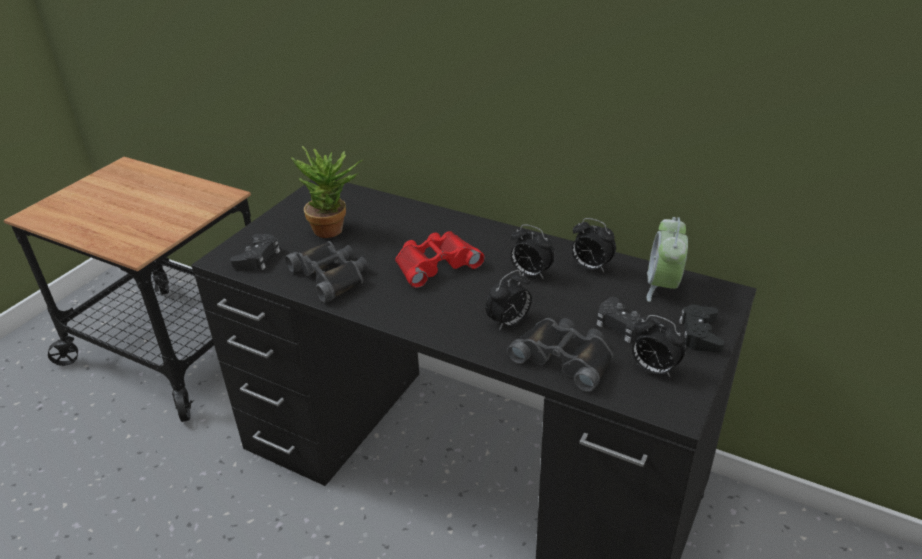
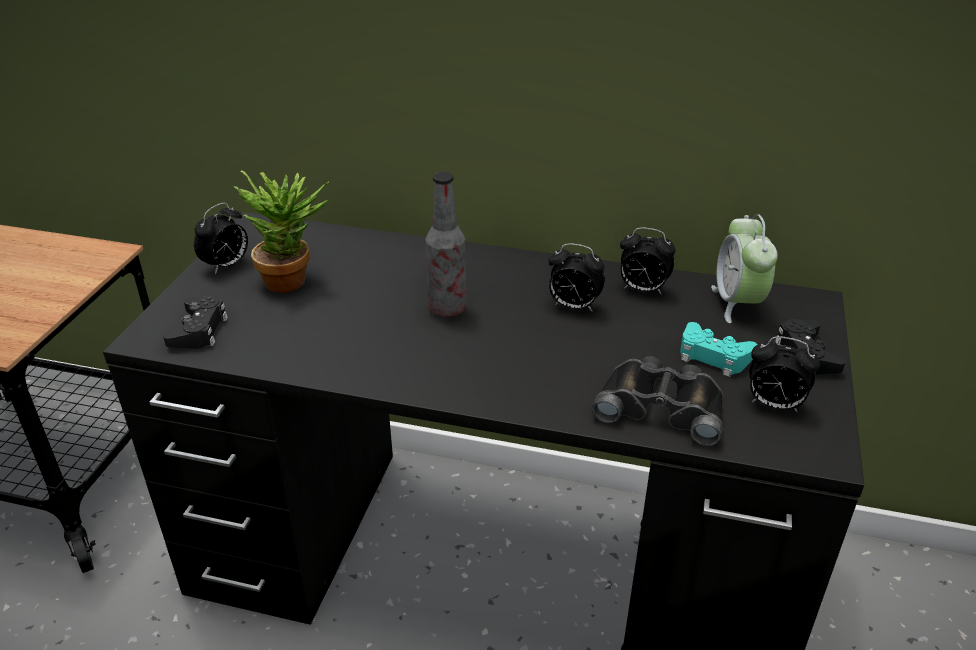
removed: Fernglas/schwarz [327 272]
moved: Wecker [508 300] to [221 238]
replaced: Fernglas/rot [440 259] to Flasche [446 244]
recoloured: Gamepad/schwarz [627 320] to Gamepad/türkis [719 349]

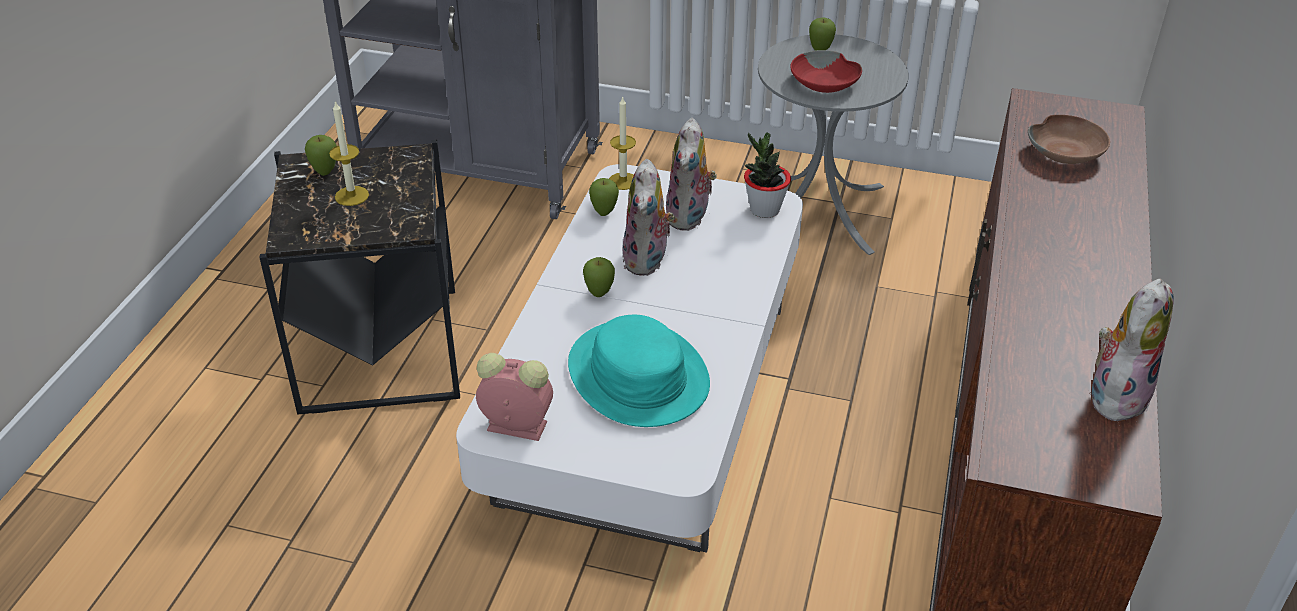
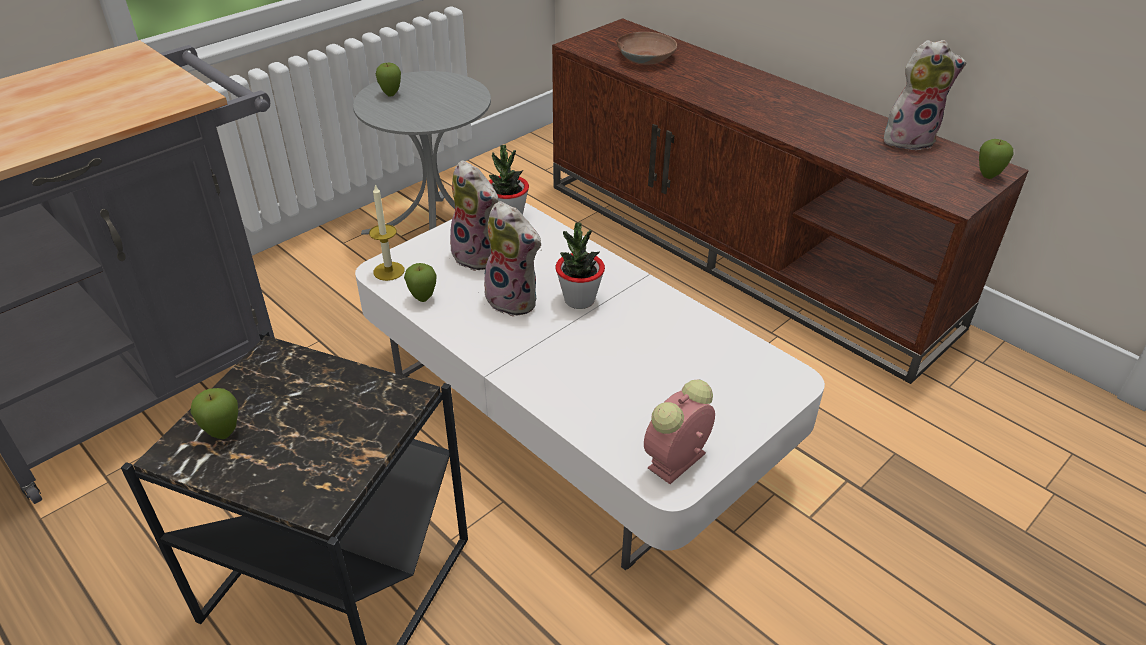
removed: Kerze [349 153]; Hut/türkis [639 371]; Schüssel/rot [826 71]
added: Topfpflanze [580 266]
moved: Apfel [599 277] to [996 159]
turned: Plüschtier [1133 350] = [925 95] 105 degrees clockwise

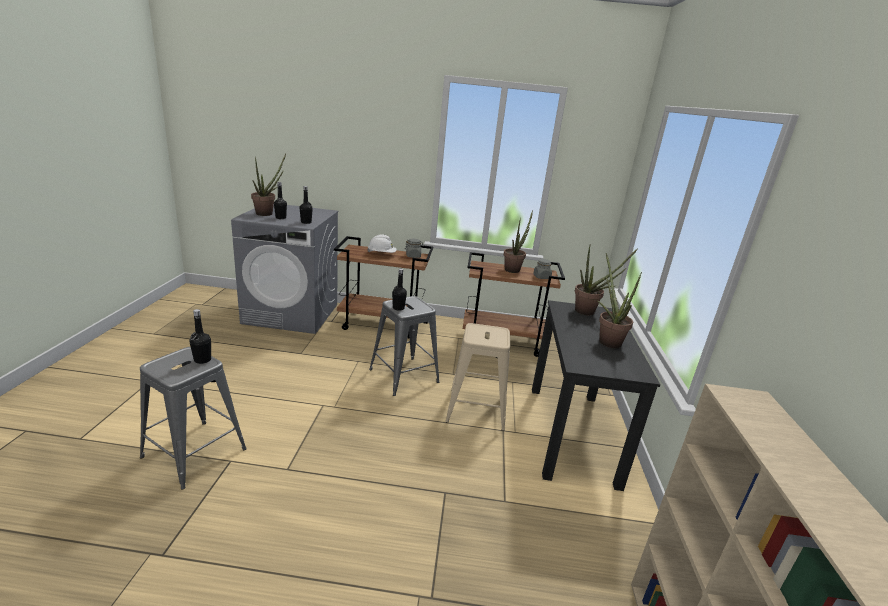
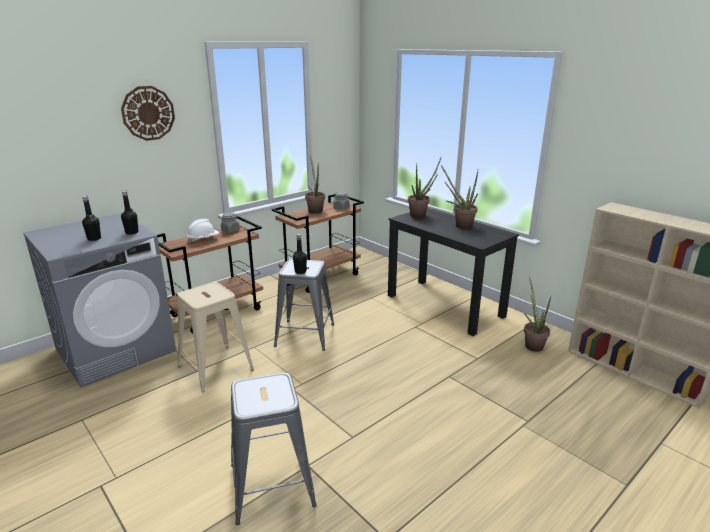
removed: Flasche/schwarz [200 336]
added: Wanduhr [148 113]
moved: Topfpflanze [268 185] to [538 314]; Hocker/beige [477 377] to [215 337]

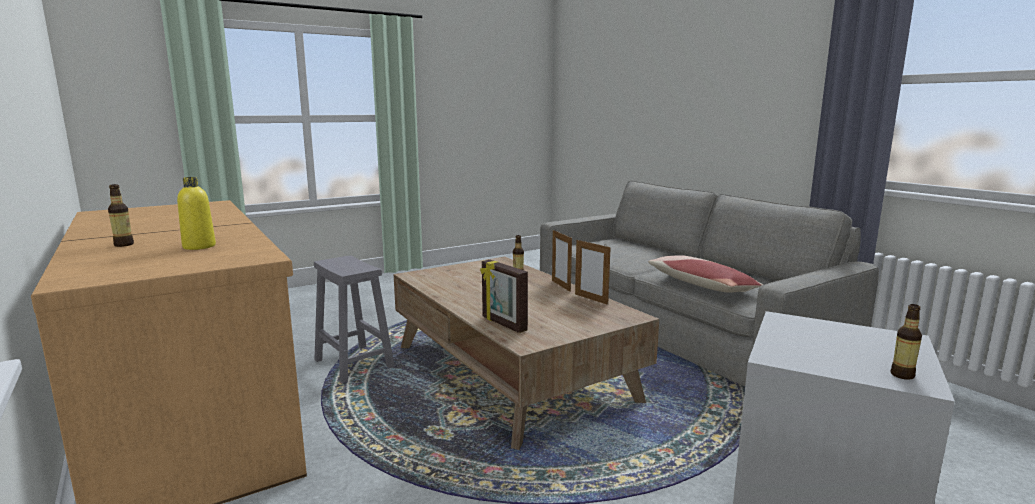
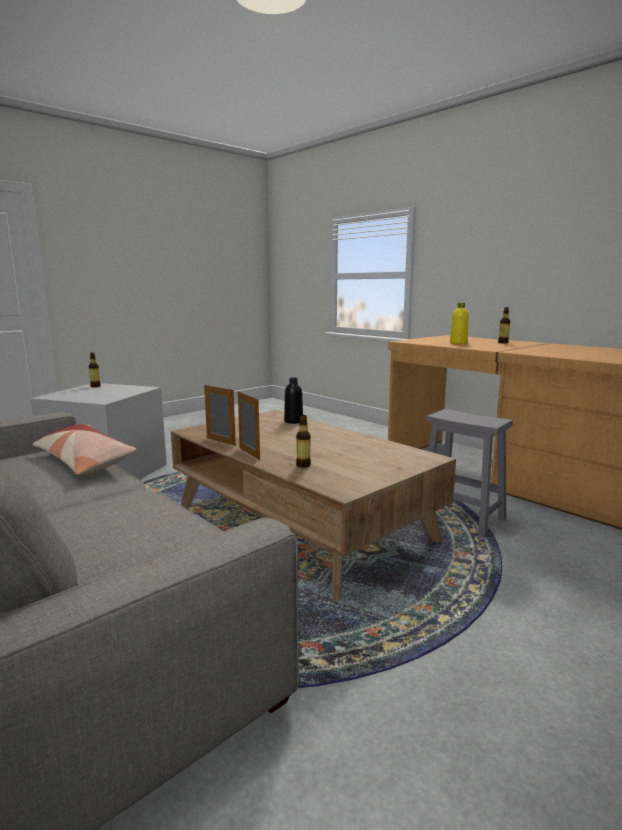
replaced: Bilderrahmen [504 296] to Flasche/schwarz [293 401]

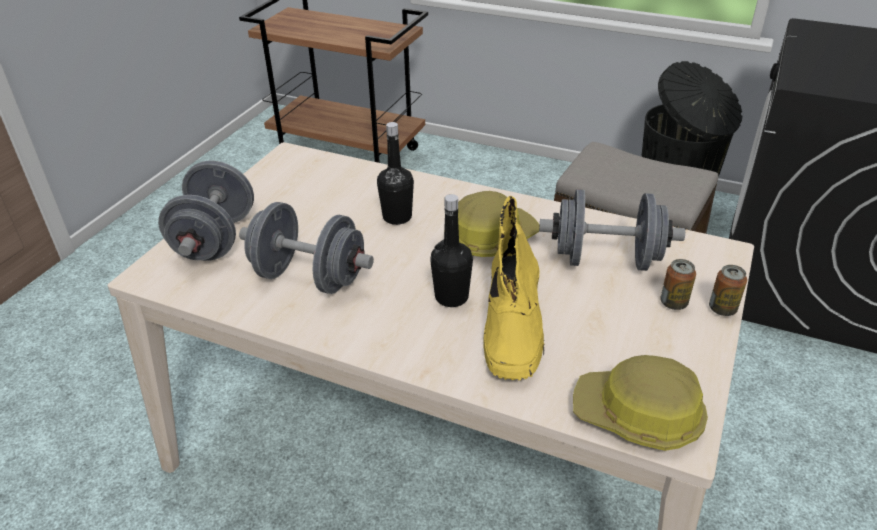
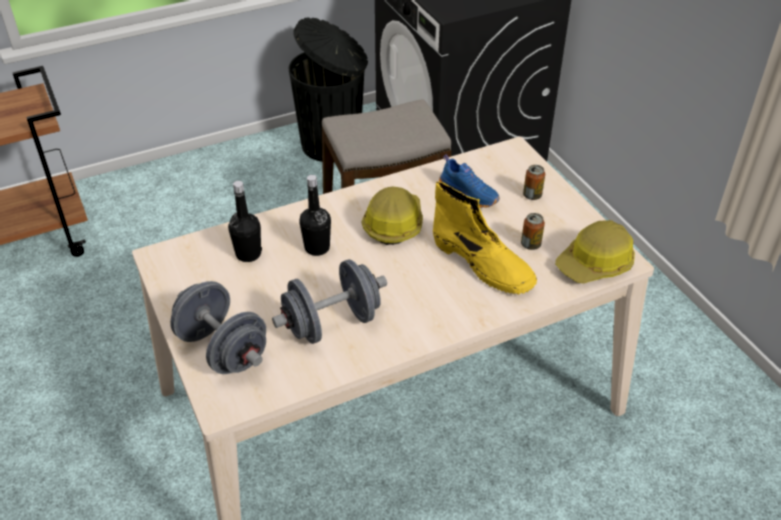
moved: Flasche/schwarz [451 250] to [245 221]; Dose [728 290] to [533 231]
replaced: Hantel/grau [612 230] to Schuh/blau [469 181]

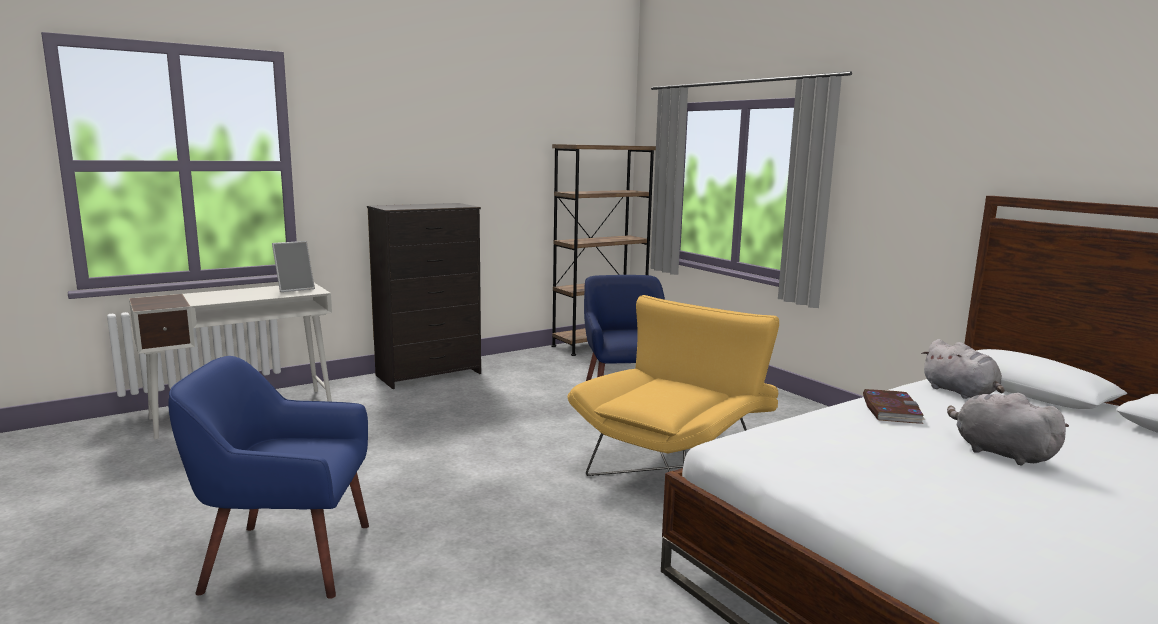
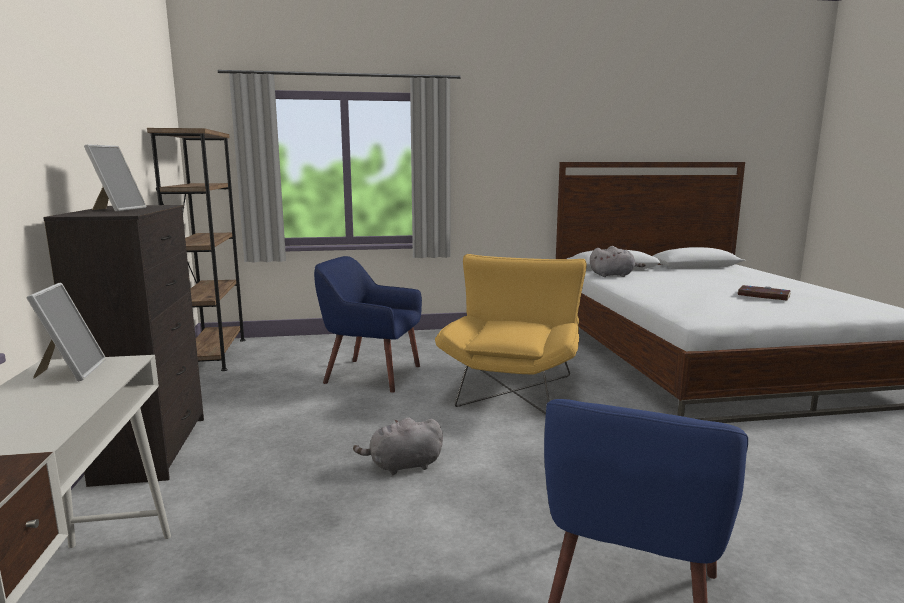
added: Bilderrahmen [115 178]
moved: Buch [894 406] to [764 292]; Plüschtier/grau [1008 429] to [398 446]
turned: Sessel/gelb [673 385] = [511 334] 45 degrees clockwise

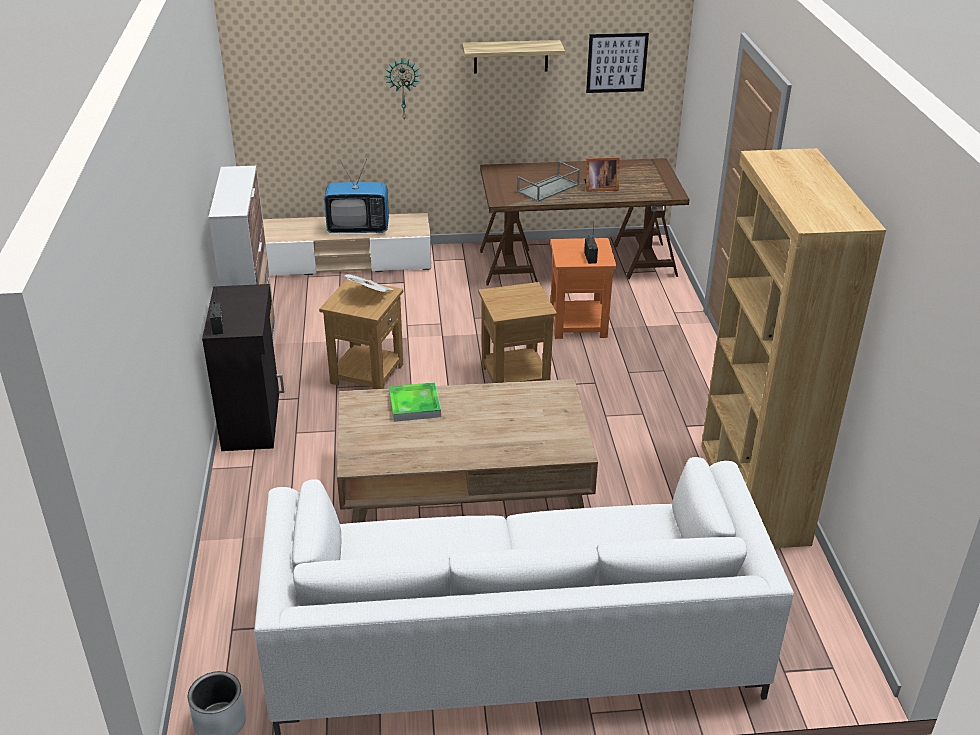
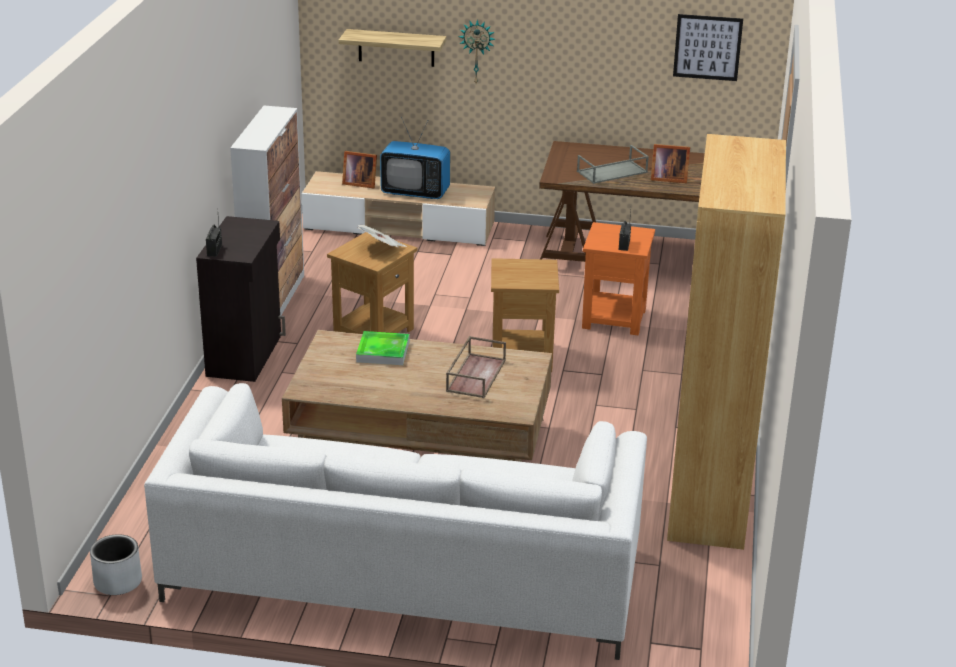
added: Bilderrahmen [359 170]; Tablett/braun [476 367]
moved: Wandregal [513 57] to [392 48]

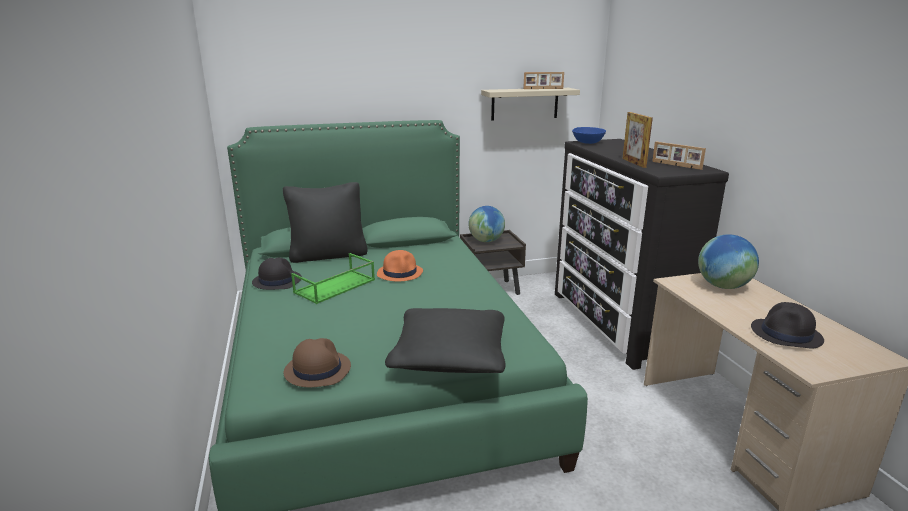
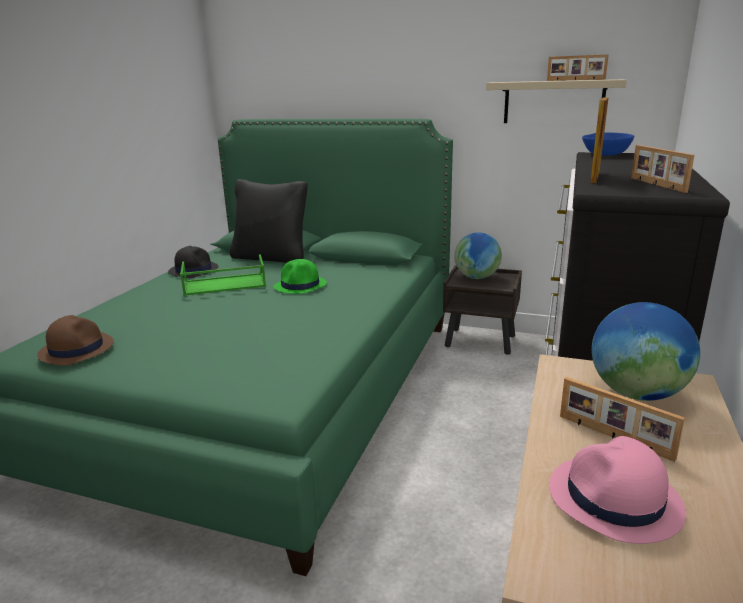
removed: Kissen/schwarz [445 340]
added: Bilderrahmen [622 419]
recoloured: Hut/orange [400 265] to Hut/grün [300 276]; Hut/schwarz [787 325] to Hut/rosa [617 490]

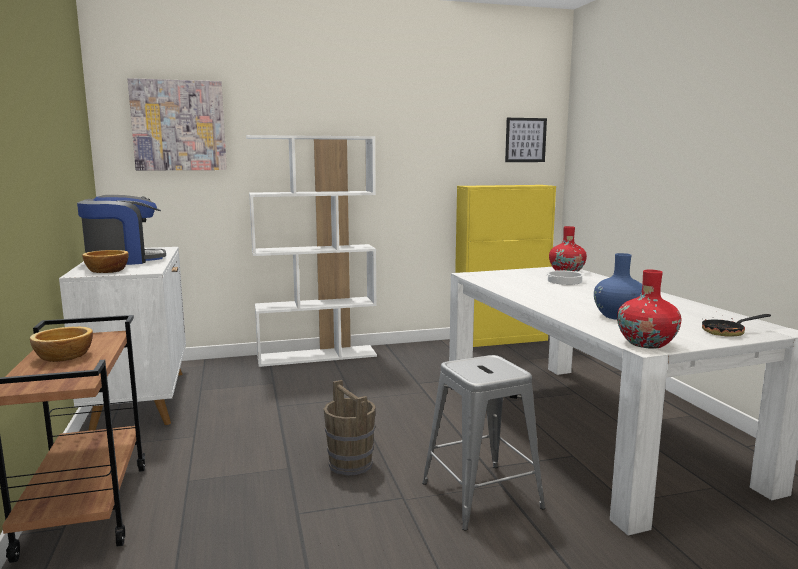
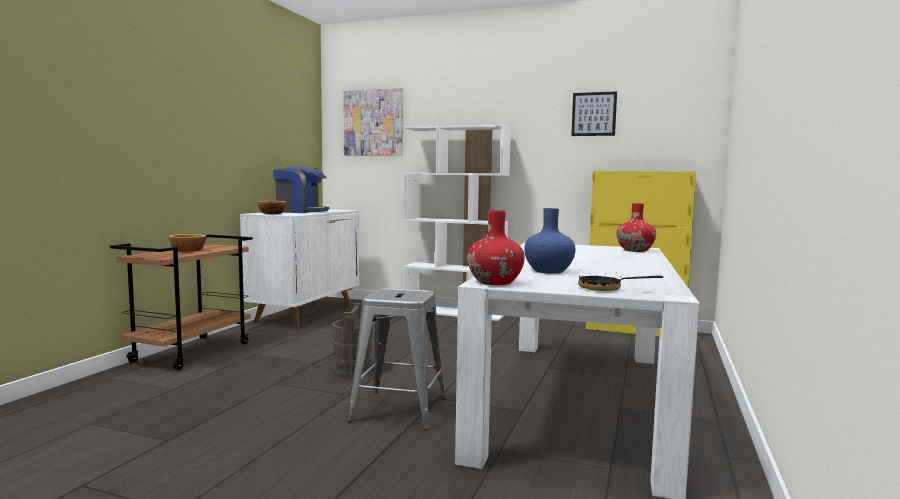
removed: Kochtopf [565 277]
moved: Bild [526 140] to [594 113]

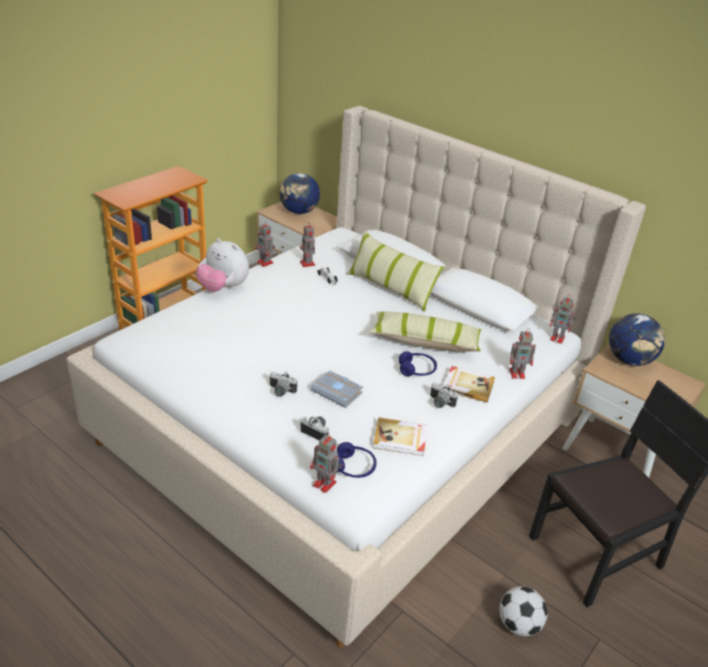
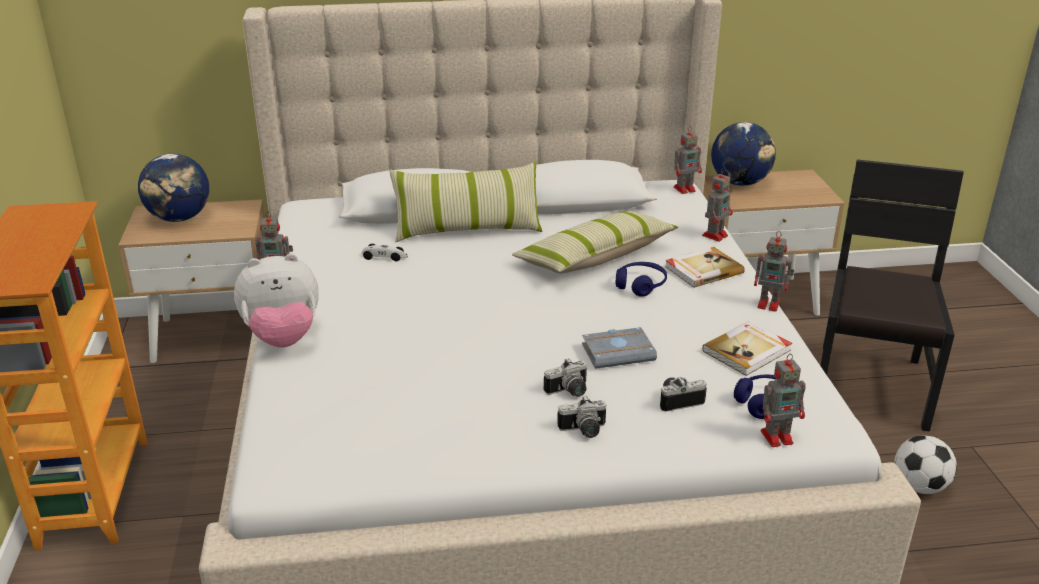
moved: Spielzeugroboter [307 244] to [774 271]; Kamera [444 395] to [581 417]

